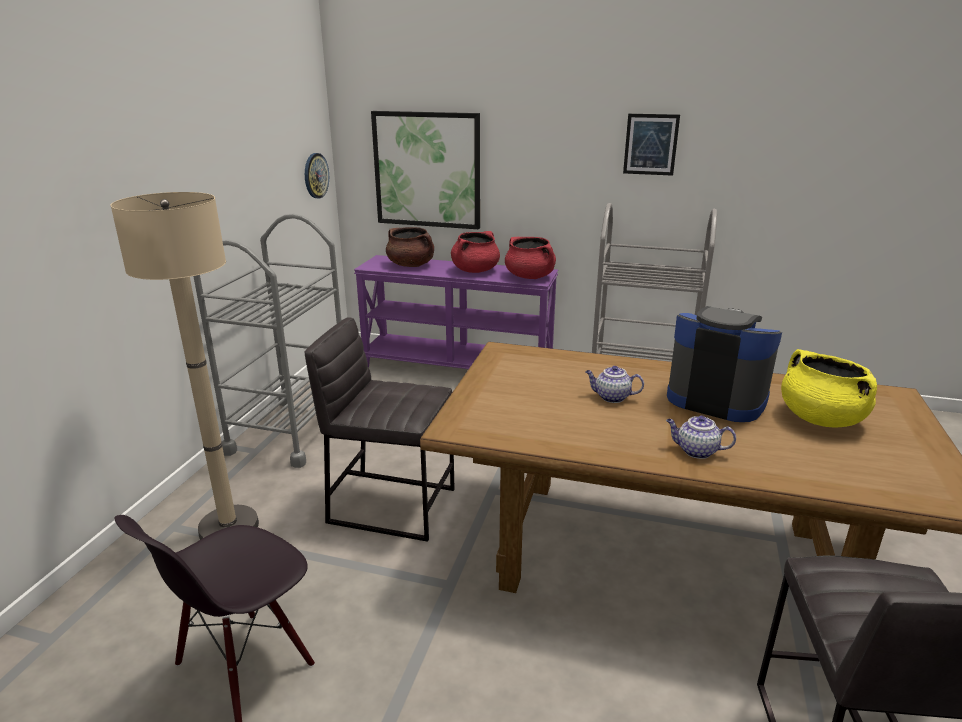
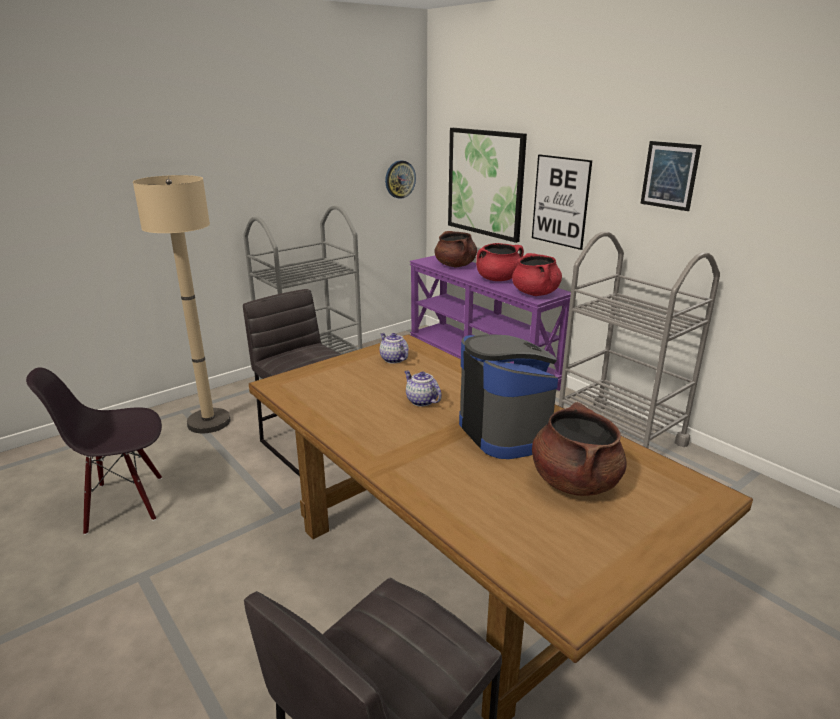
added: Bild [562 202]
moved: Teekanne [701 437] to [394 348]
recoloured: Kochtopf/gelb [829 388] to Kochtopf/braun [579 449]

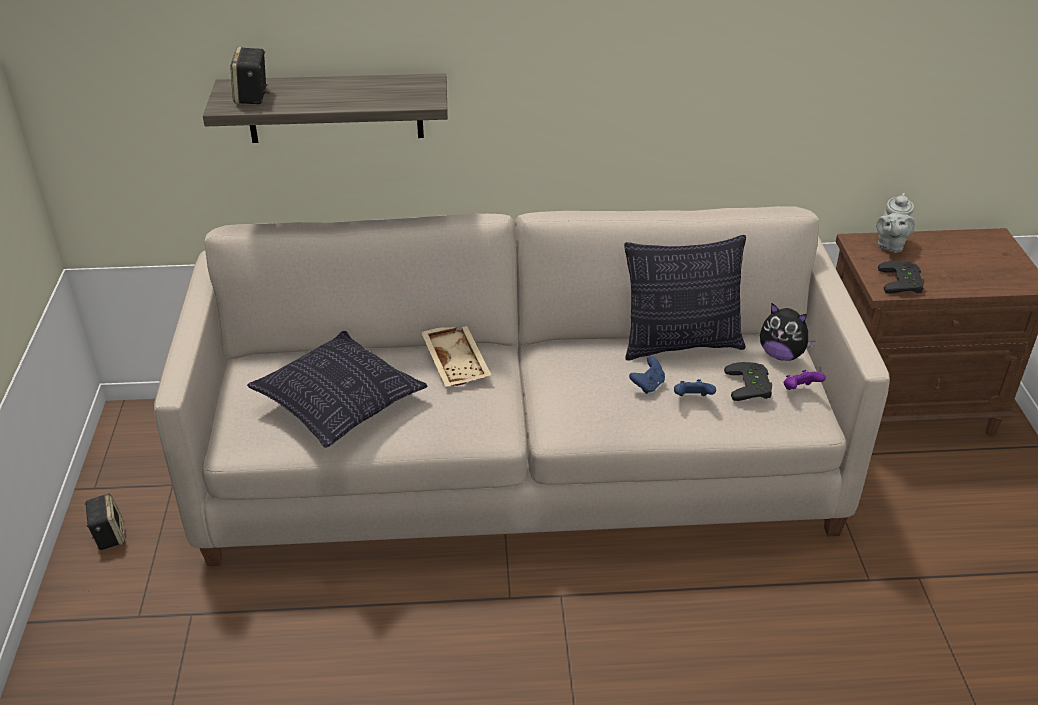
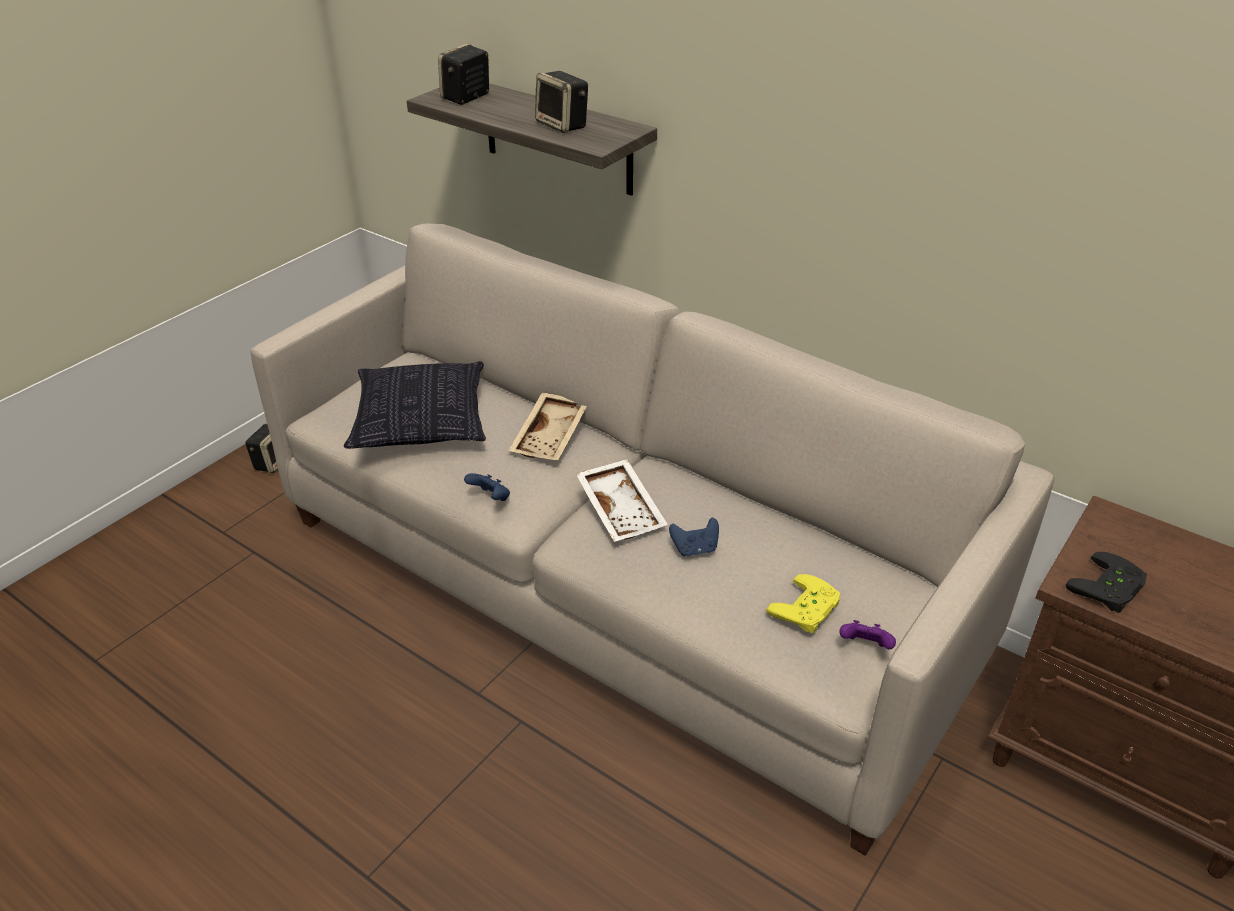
removed: Kissen [685 298]; Plüschtier [788 332]; Teekanne/grau [895 223]
added: Lautsprecher [561 102]; Tablett/weiß [622 500]
moved: Gamepad/blau [695 387] to [487 487]
recoloured: Gamepad/schwarz [748 381] to Gamepad/gelb [803 603]

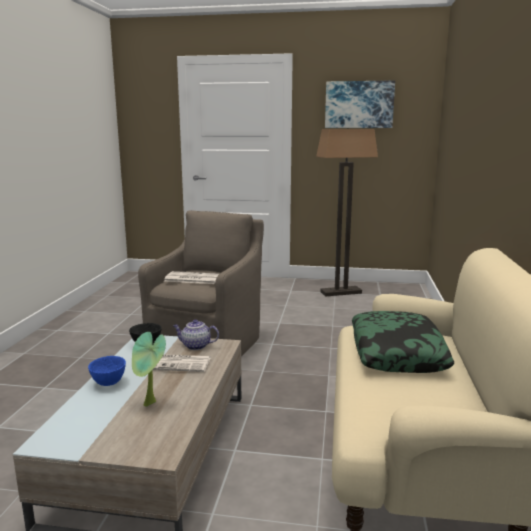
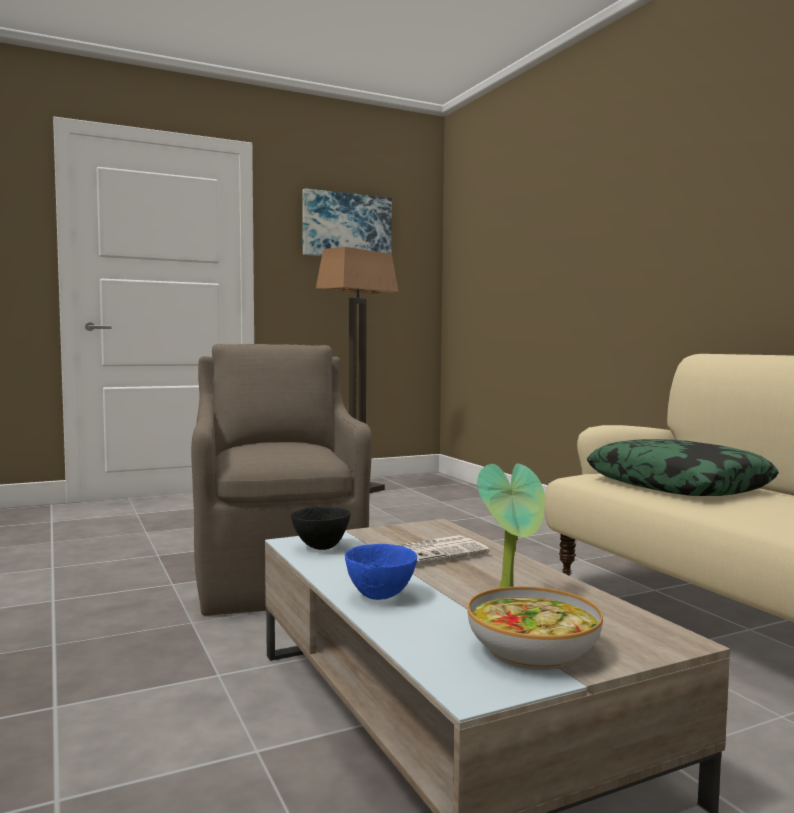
removed: Zeitung [191 277]; Teekanne [196 334]
added: Schüssel [535 628]

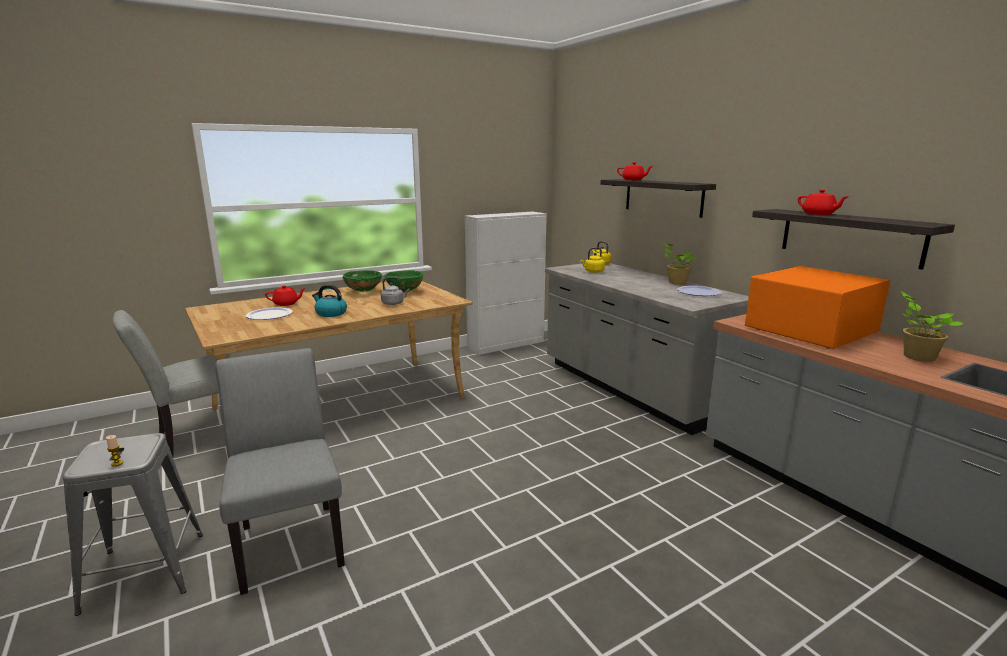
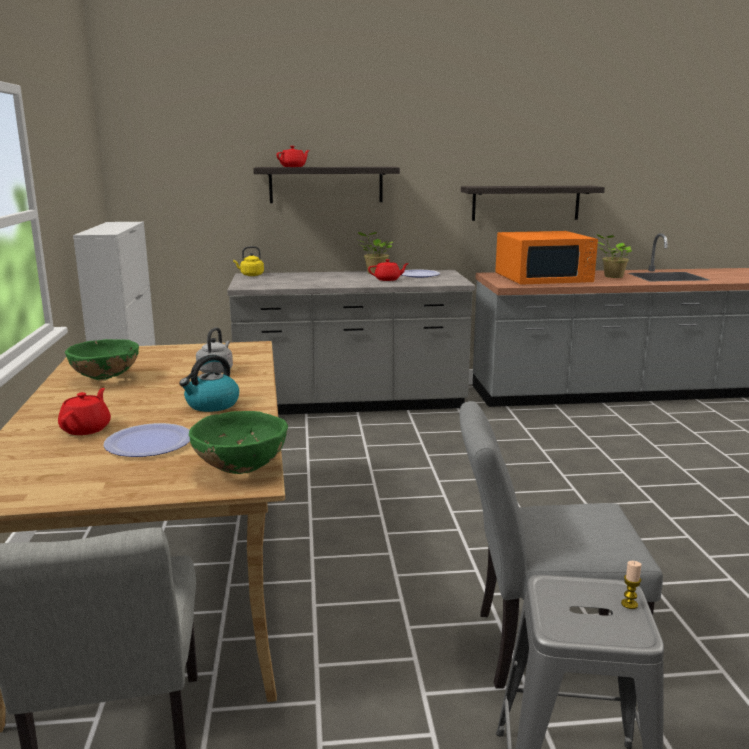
removed: Wasserkessel/gelb [592 260]
moved: Schüssel/grün [404 281] to [238 442]; Teekanne/rot [823 202] to [388 270]
turned: Mikrowelle/orange [817 307] = [546 258] 90 degrees counterclockwise

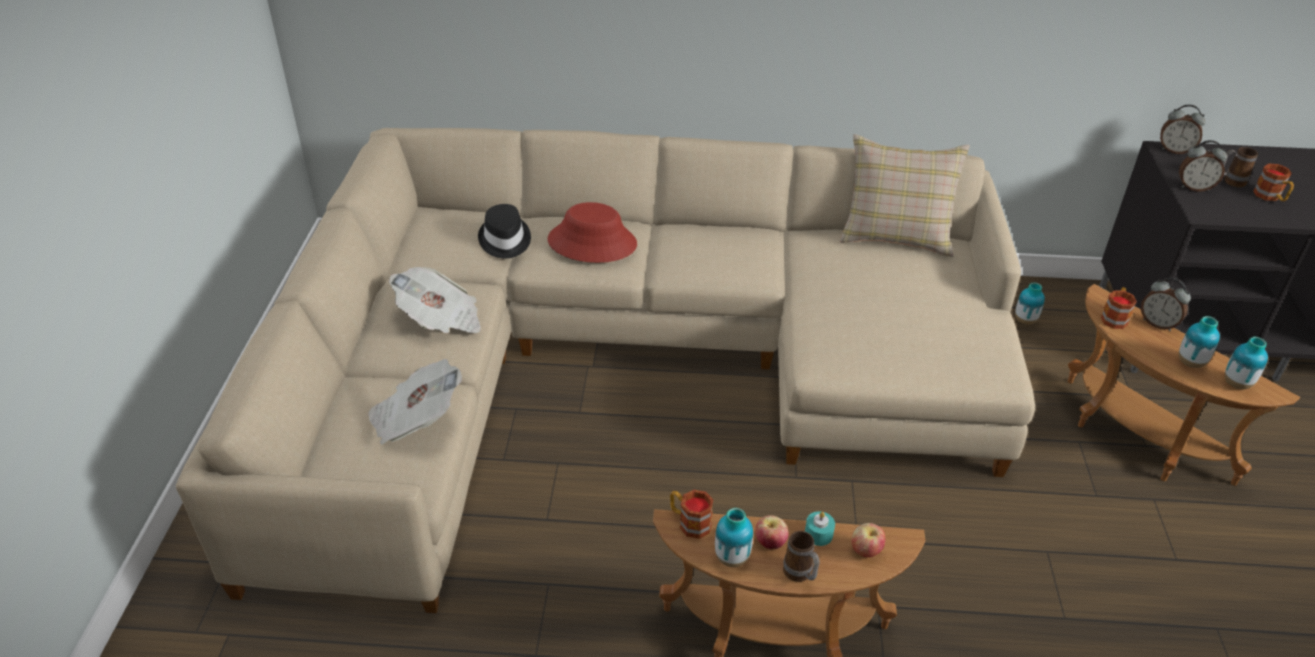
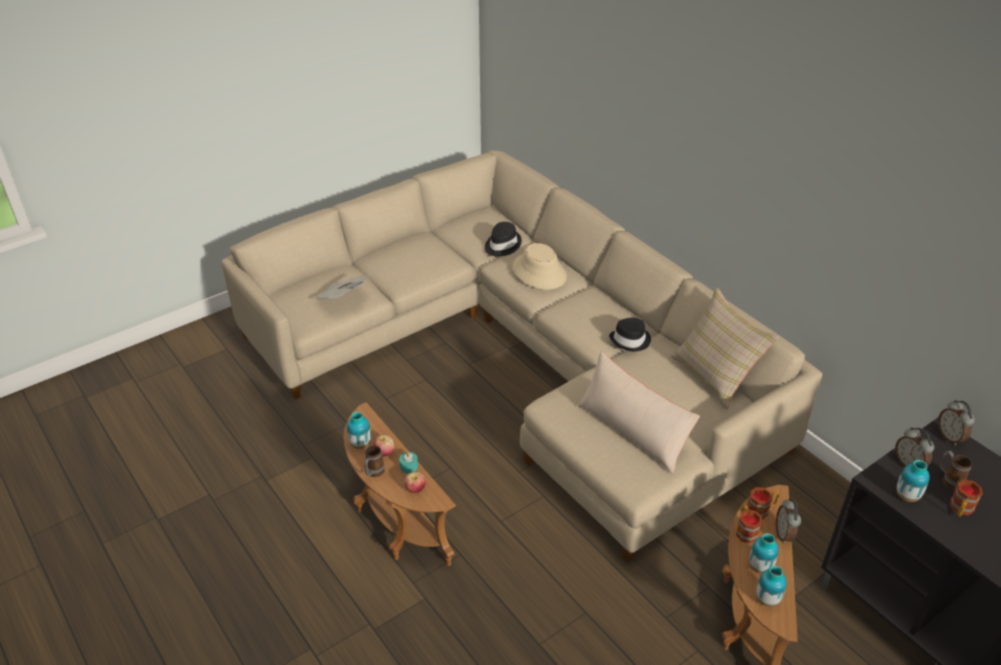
removed: Zeitung [435 300]
added: Kissen/beige [638 412]; Hut/schwarz [630 334]
moved: Henkelbecher [691 514] to [749 523]; Vase [1030 303] to [913 481]
recoloured: Hut/rot [592 232] to Hut/beige [540 266]

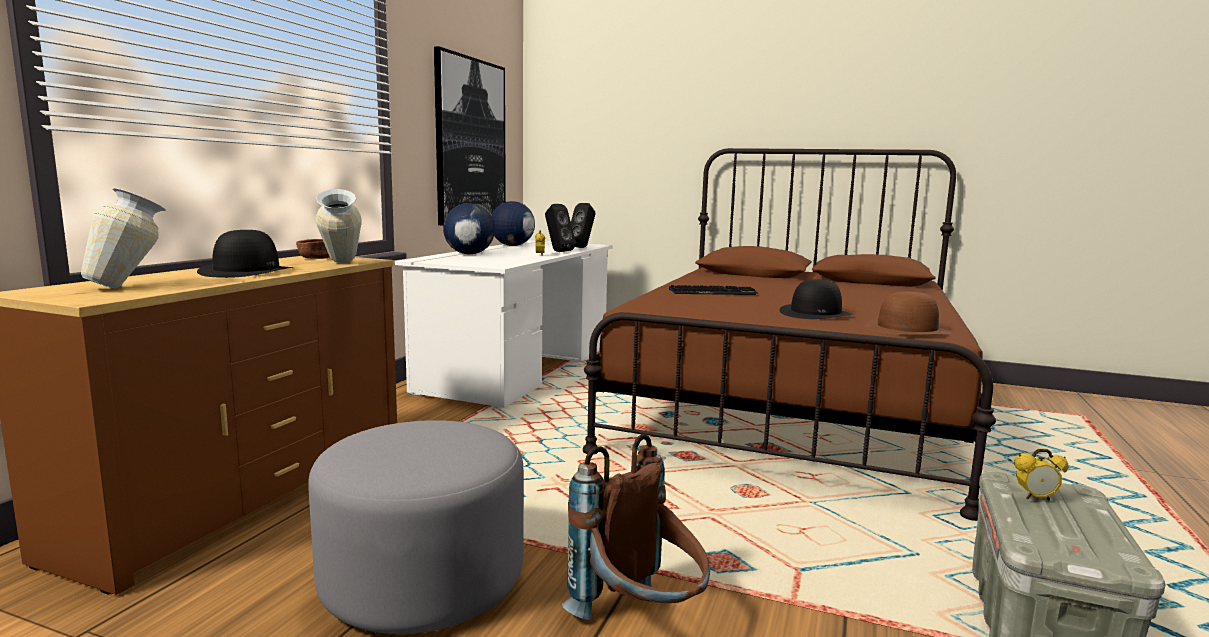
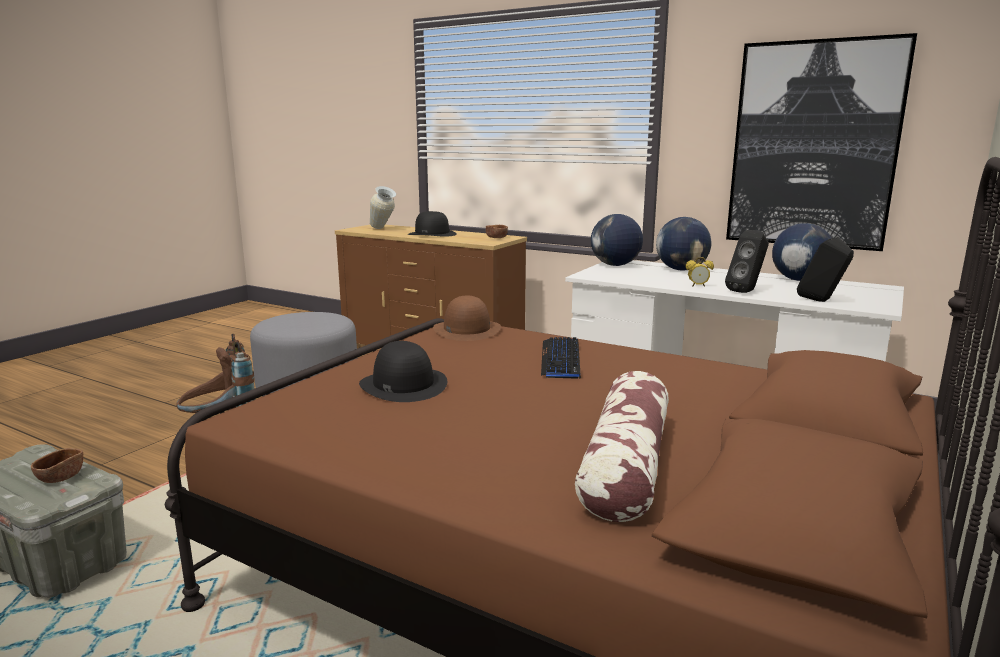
removed: Vase [339 226]
added: Kissen [622 446]; Globus [617 240]
moved: Hut/braun [908 313] to [467 318]
replaced: Wecker [1041 474] to Schüssel/braun [57 465]

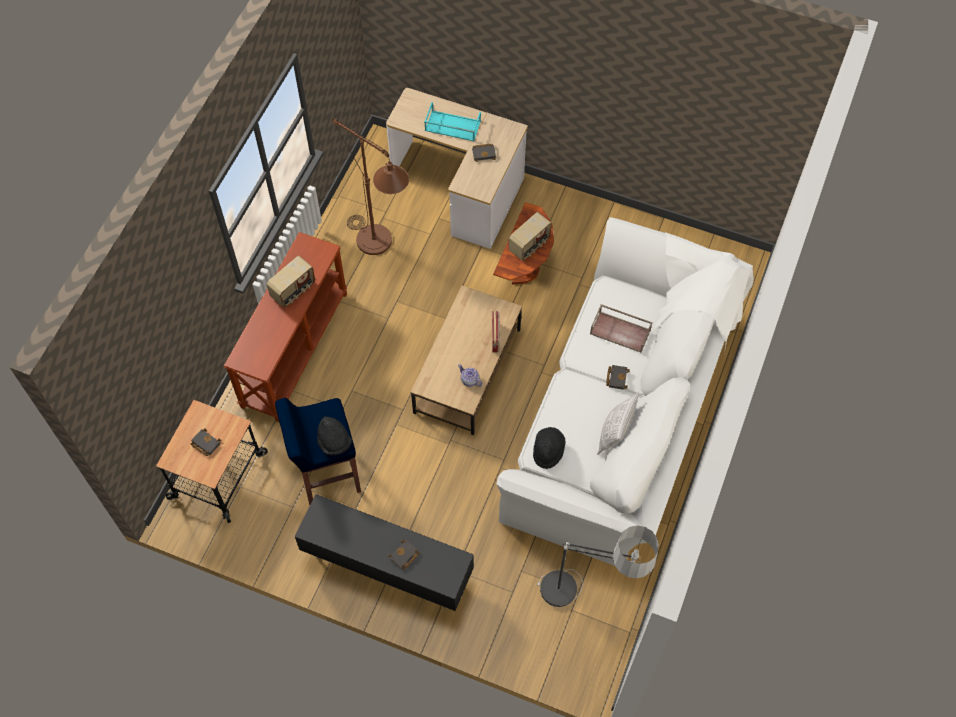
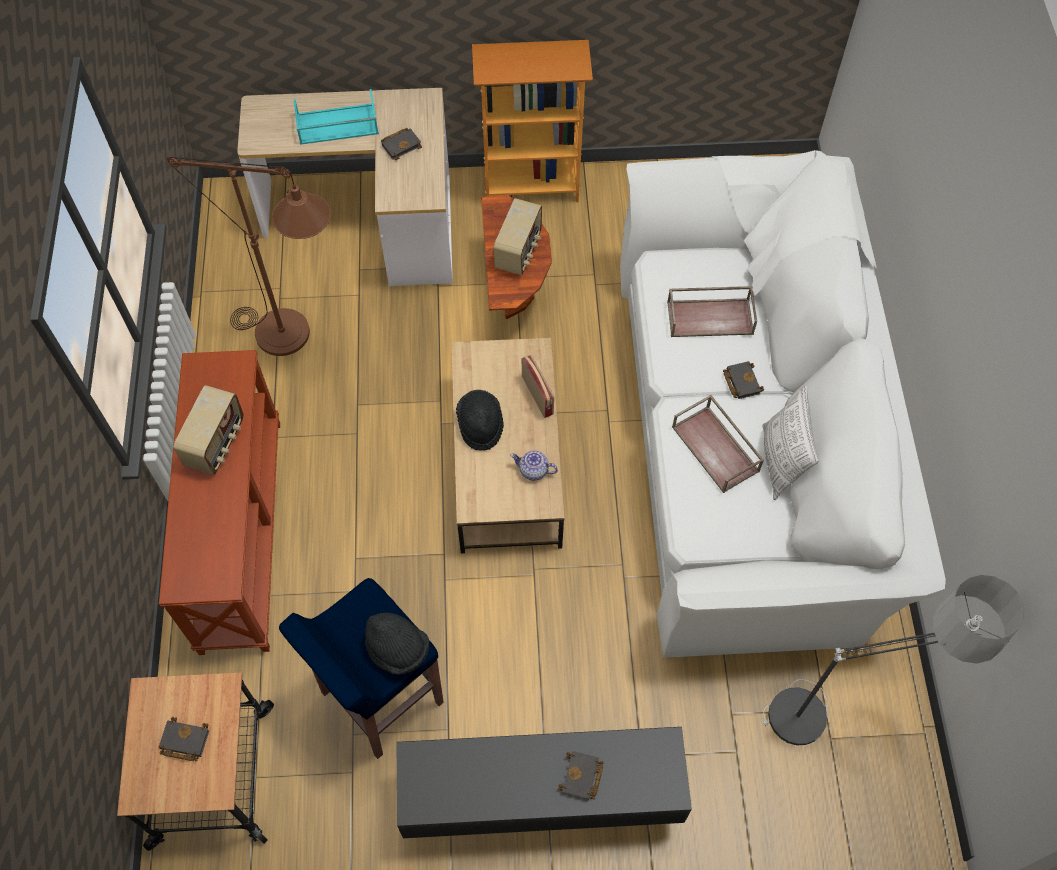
added: Bücherregal [532 121]; Tablett/braun [718 444]
moved: Hut/schwarz [549 448] to [480 420]

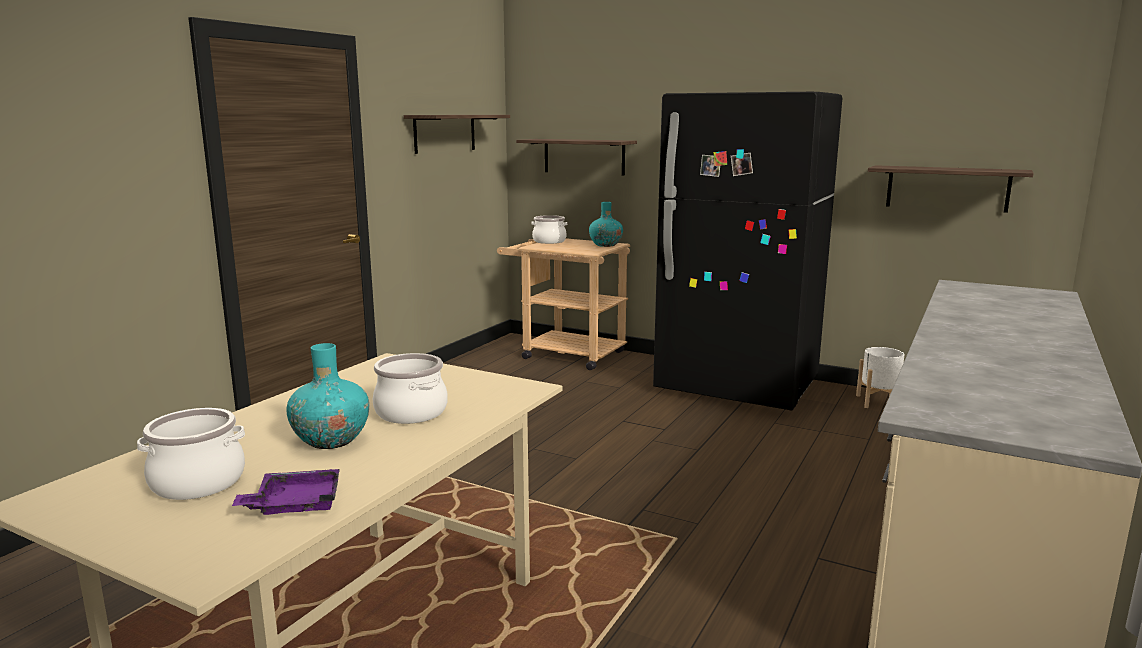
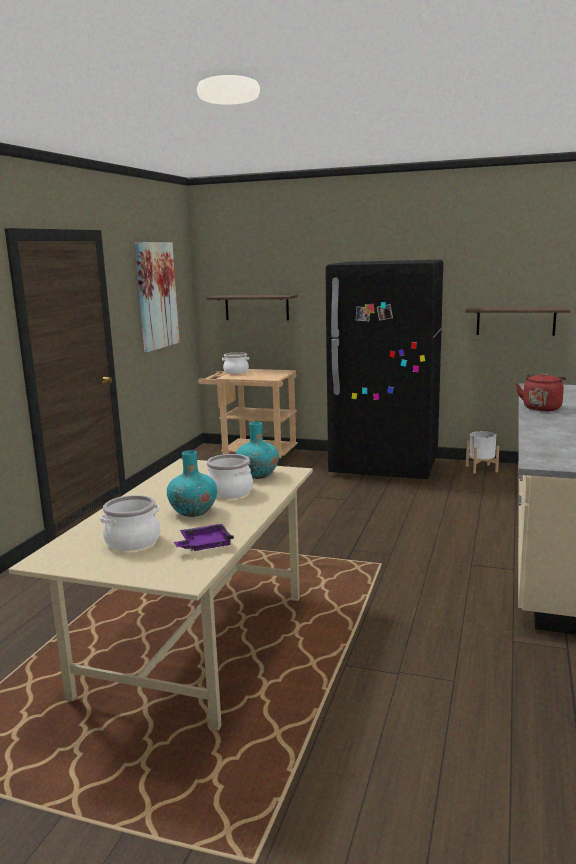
added: Wasserkessel/rot [541 392]
moved: Vase/türkis [606 224] to [257 450]
replaced: Wandregal [457 134] to Bild [157 297]

